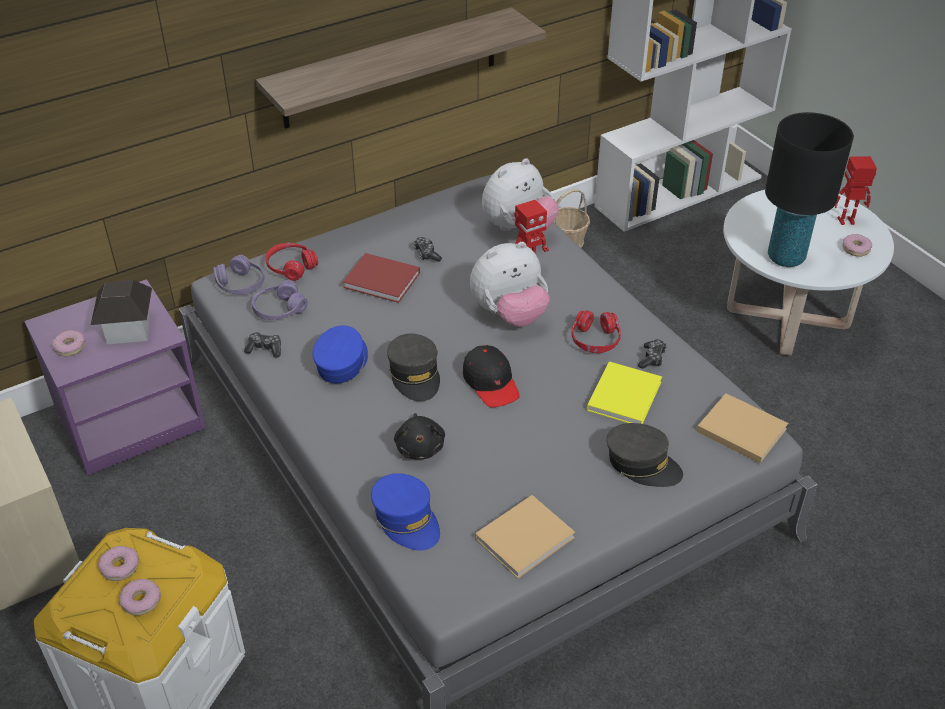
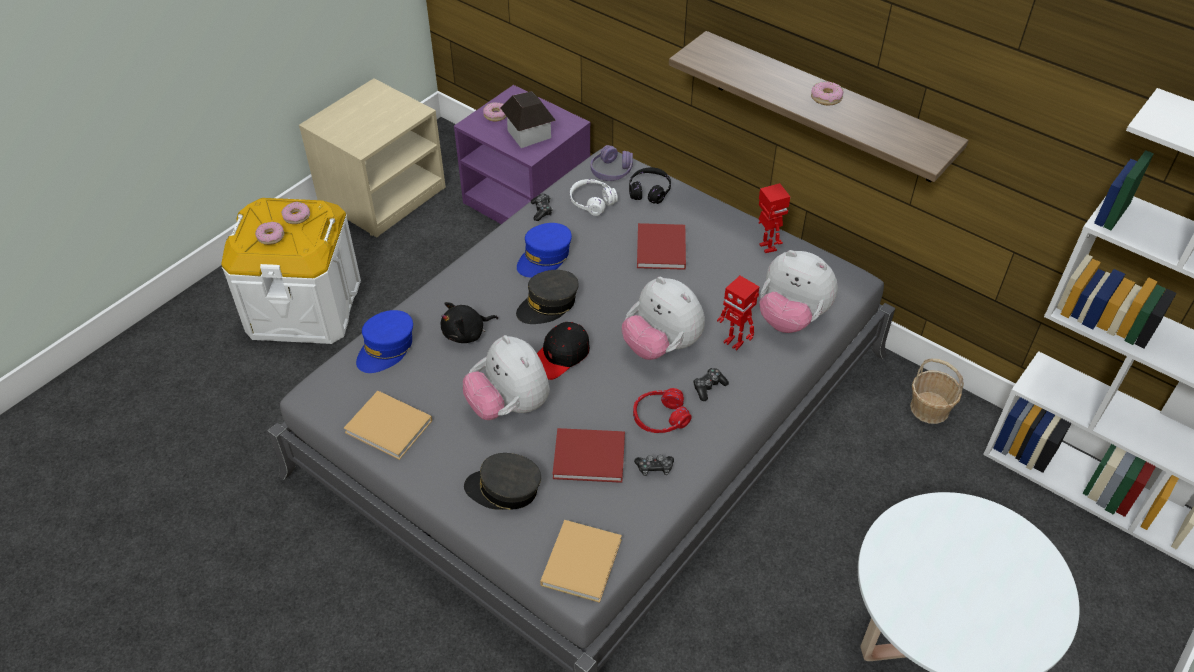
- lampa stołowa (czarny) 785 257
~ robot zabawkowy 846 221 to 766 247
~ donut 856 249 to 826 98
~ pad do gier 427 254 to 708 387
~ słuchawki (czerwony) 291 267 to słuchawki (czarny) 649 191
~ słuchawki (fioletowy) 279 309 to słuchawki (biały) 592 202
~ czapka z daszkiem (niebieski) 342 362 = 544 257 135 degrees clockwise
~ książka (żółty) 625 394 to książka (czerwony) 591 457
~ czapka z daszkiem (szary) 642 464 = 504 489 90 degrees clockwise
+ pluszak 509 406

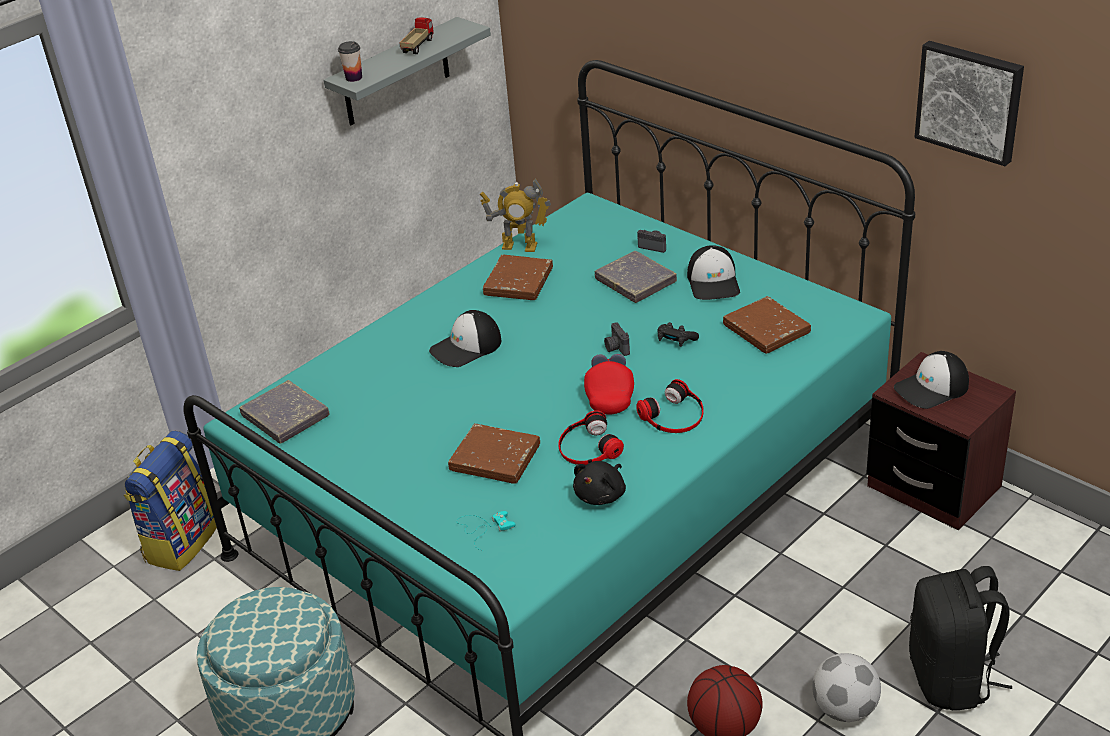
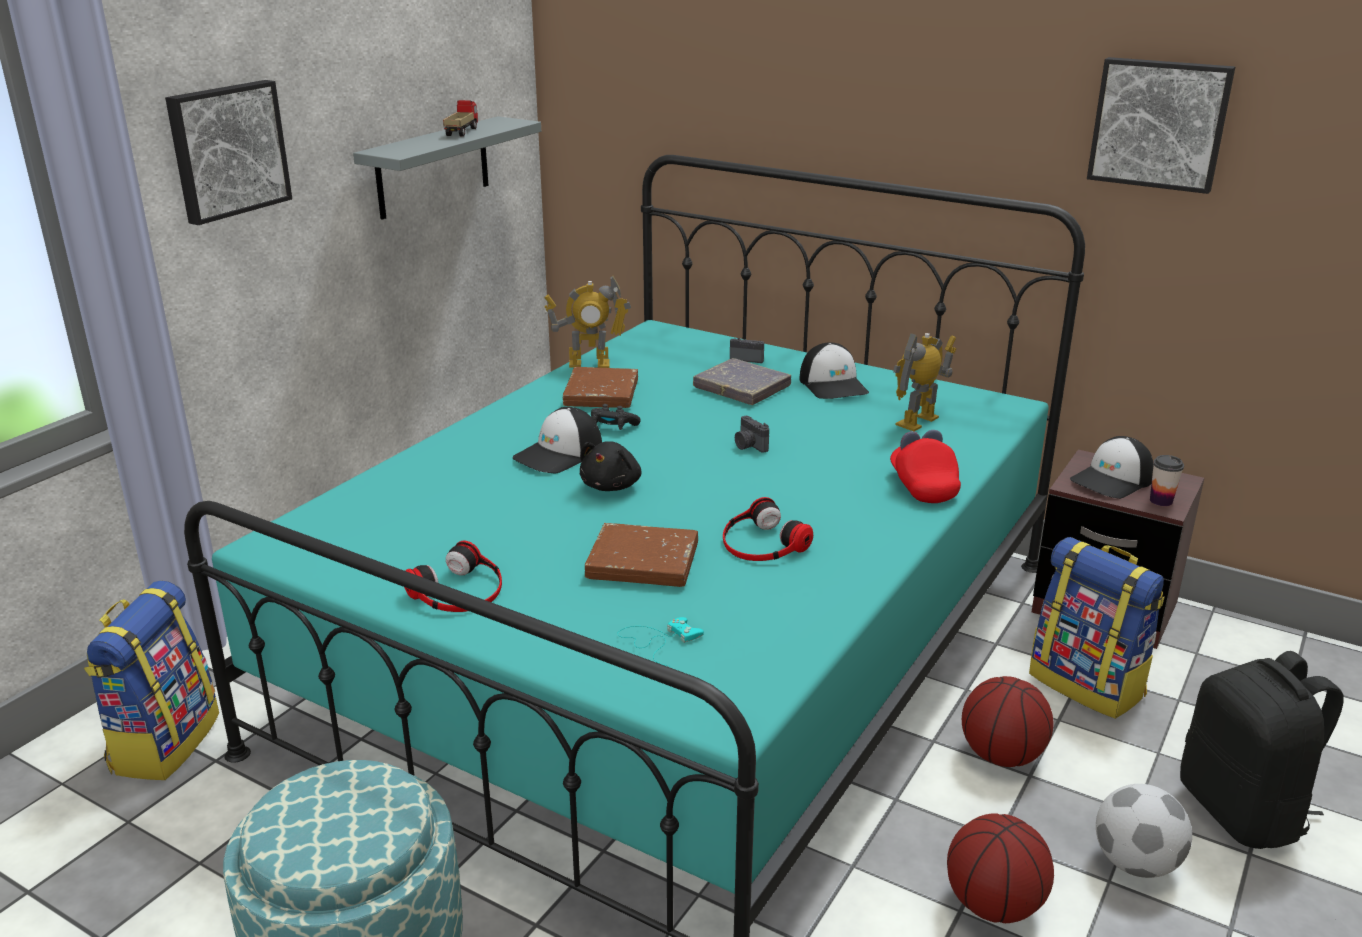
~ filiżanka 354 78 to 1161 501
~ książka (brązowy) 766 330 to robot zabawkowy 918 422
~ pad do gier (czarny) 675 340 to 613 427
~ czapka z daszkiem (czerwony) 609 396 to 923 486
~ słuchawki 674 416 to 459 591
- książka (szary) 285 416
~ pluszak (czarny) 602 495 to 612 485
+ obraz 227 150
+ plecak 1088 685
+ piłka do koszykówki 1001 755

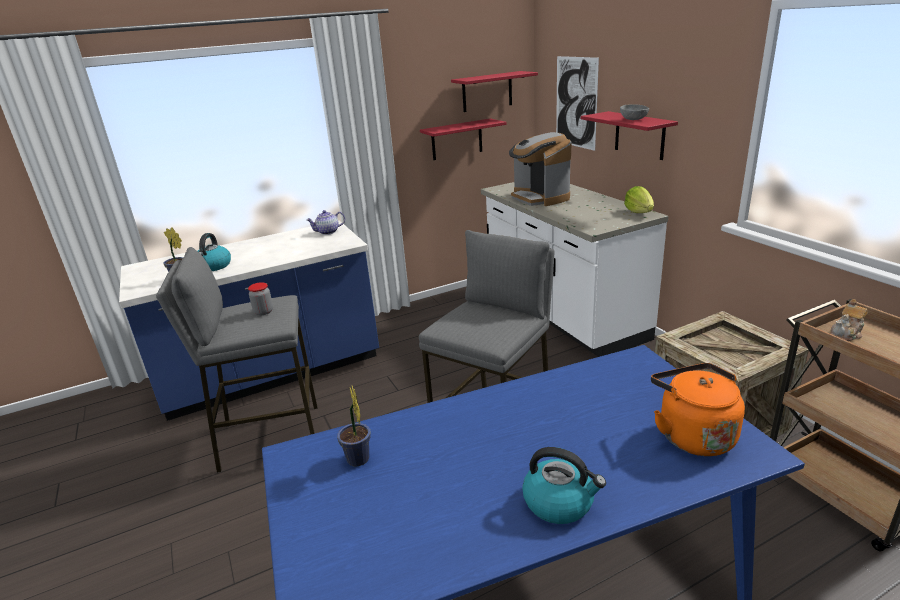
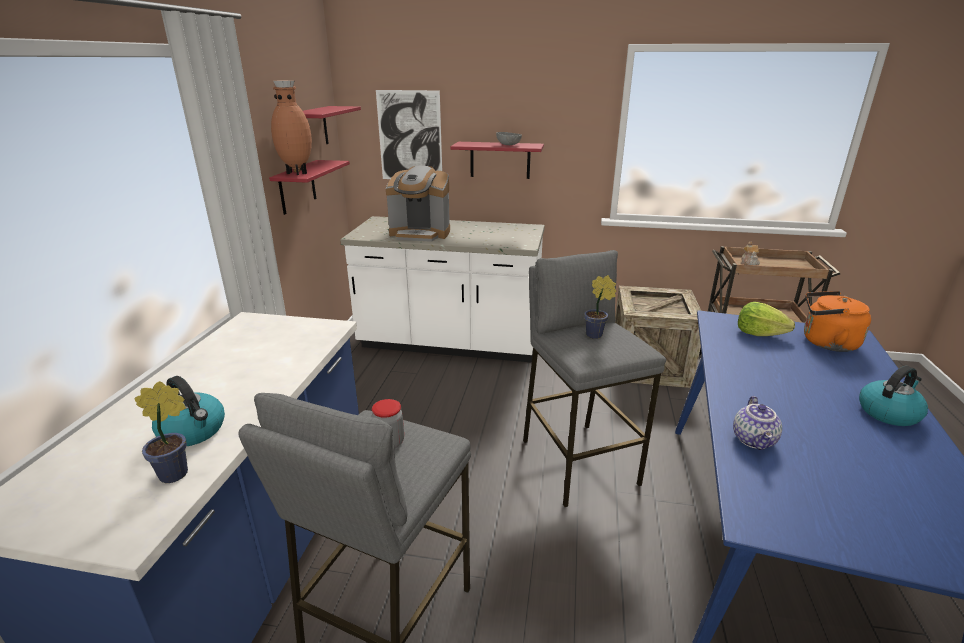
~ sałata 639 212 to 759 333
~ imbryk 328 232 to 754 440
~ roślina doniczkowa 359 461 to 596 335
+ wazon (brązowy) 297 173

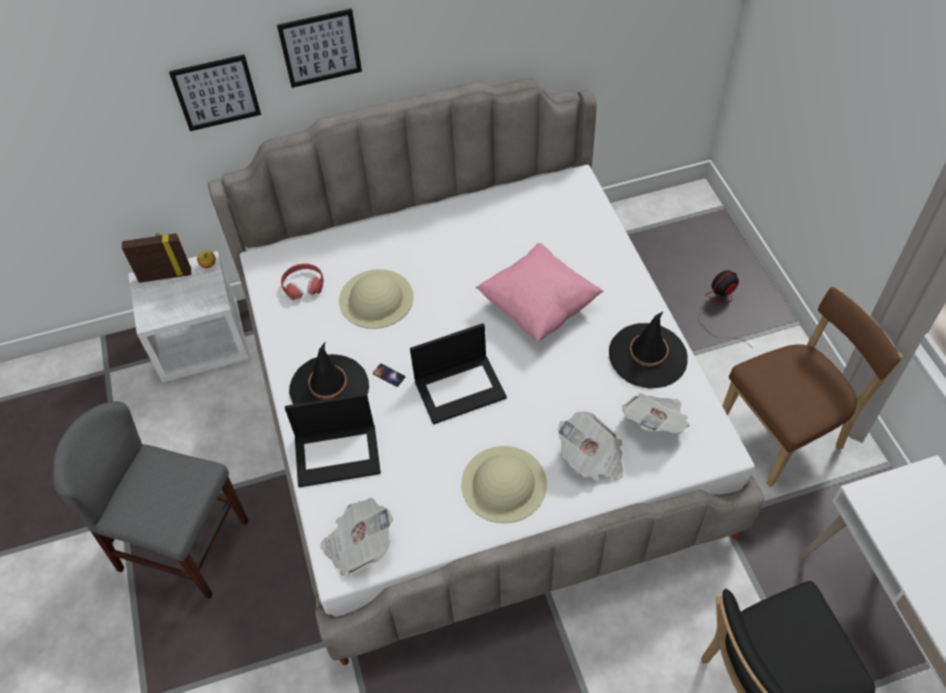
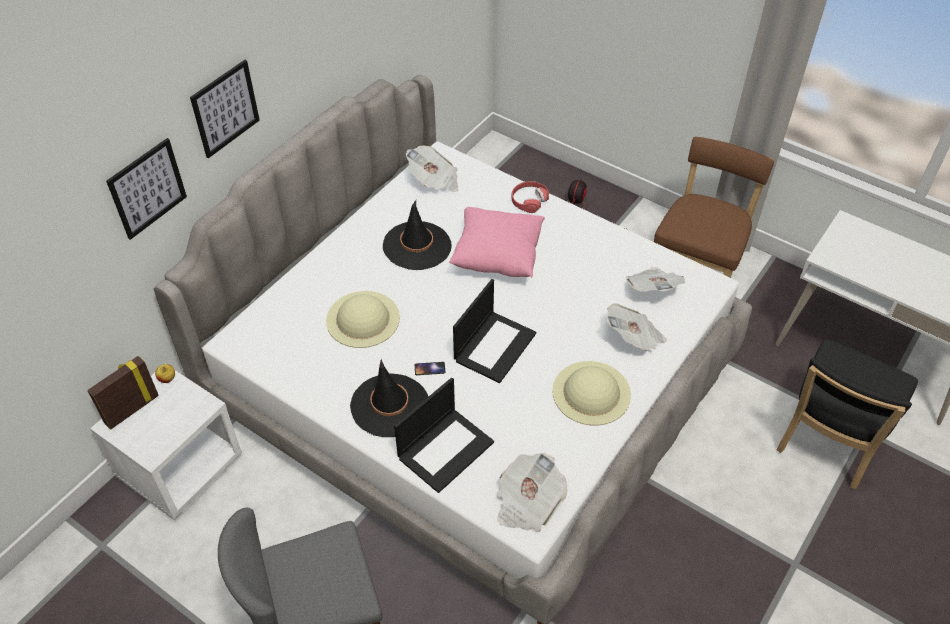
~ słuchawki (czerwony) 303 285 to 529 200
~ kapelusz (czarny) 648 356 to 417 246
+ gazeta 434 181

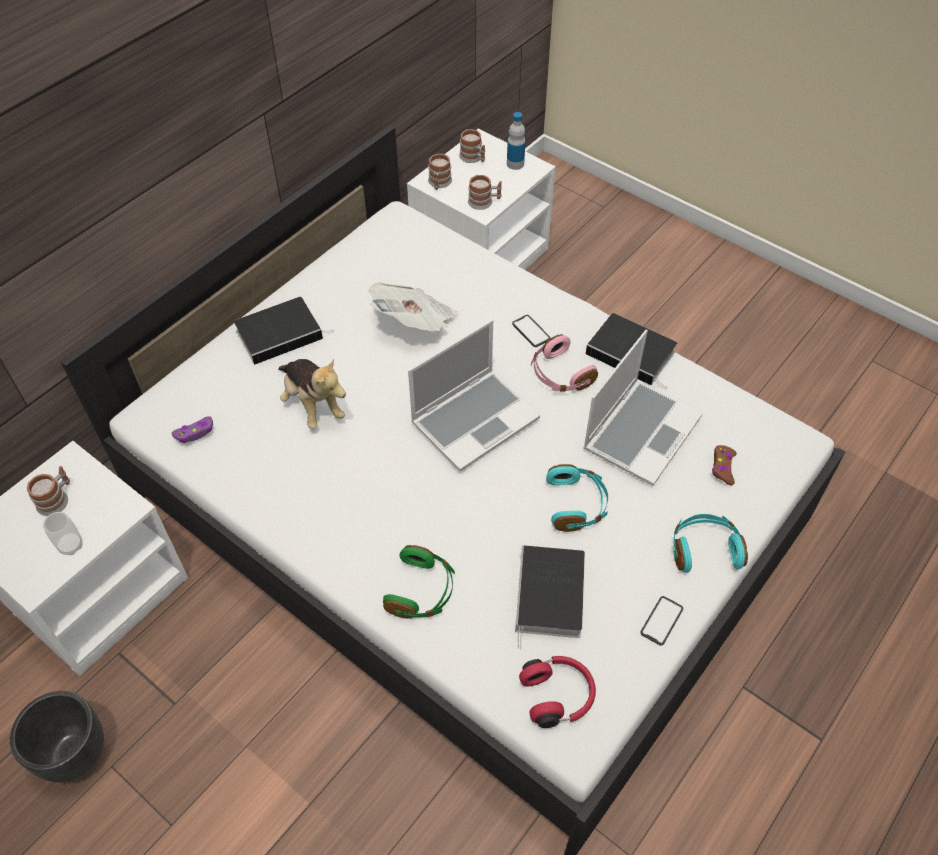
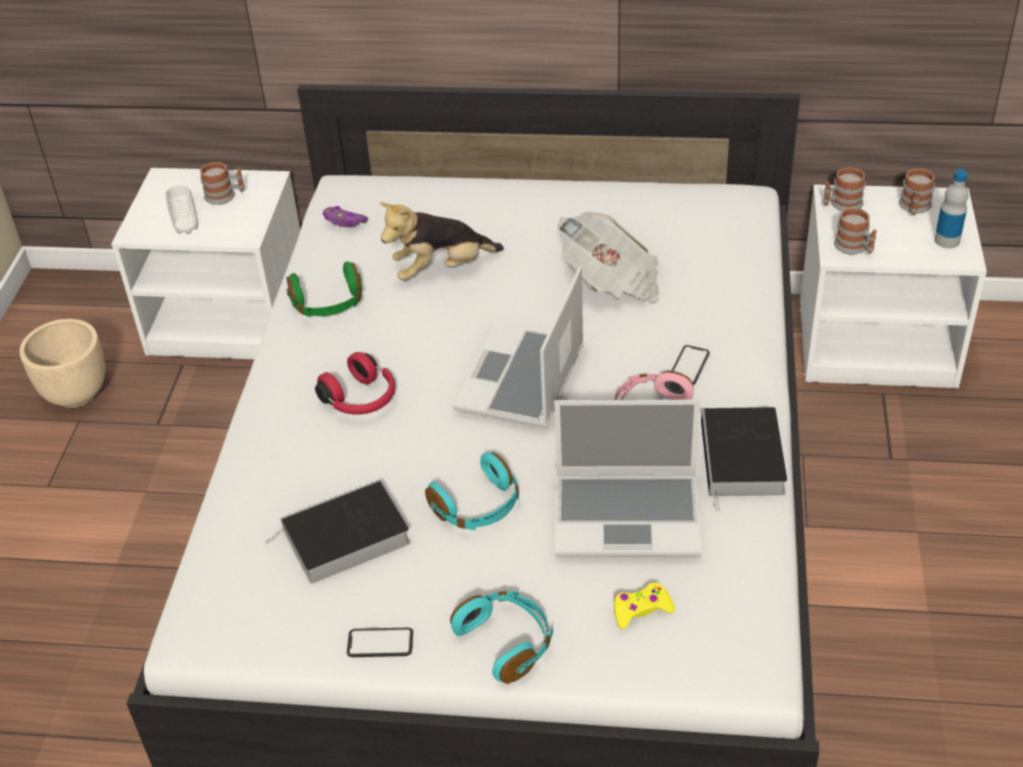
- książka 281 333
~ laptop 475 419 = 522 380 90 degrees clockwise
~ pluszak 312 404 = 441 269 45 degrees clockwise
~ pad do gier (brązowy) 723 467 to pad do gier (żółty) 641 610
~ słuchawki (zielony) 422 591 to 328 304
~ słuchawki (czerwony) 558 695 to 361 399
~ donica (czarny) 74 754 to donica (beżowy) 77 394

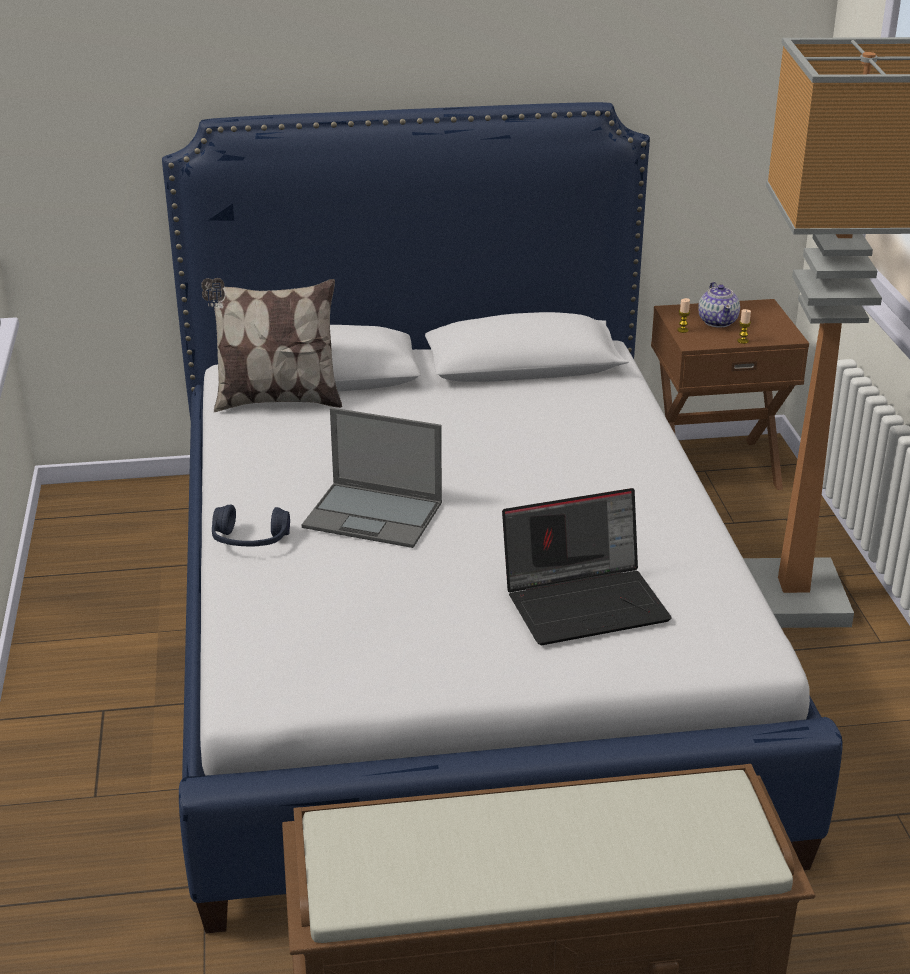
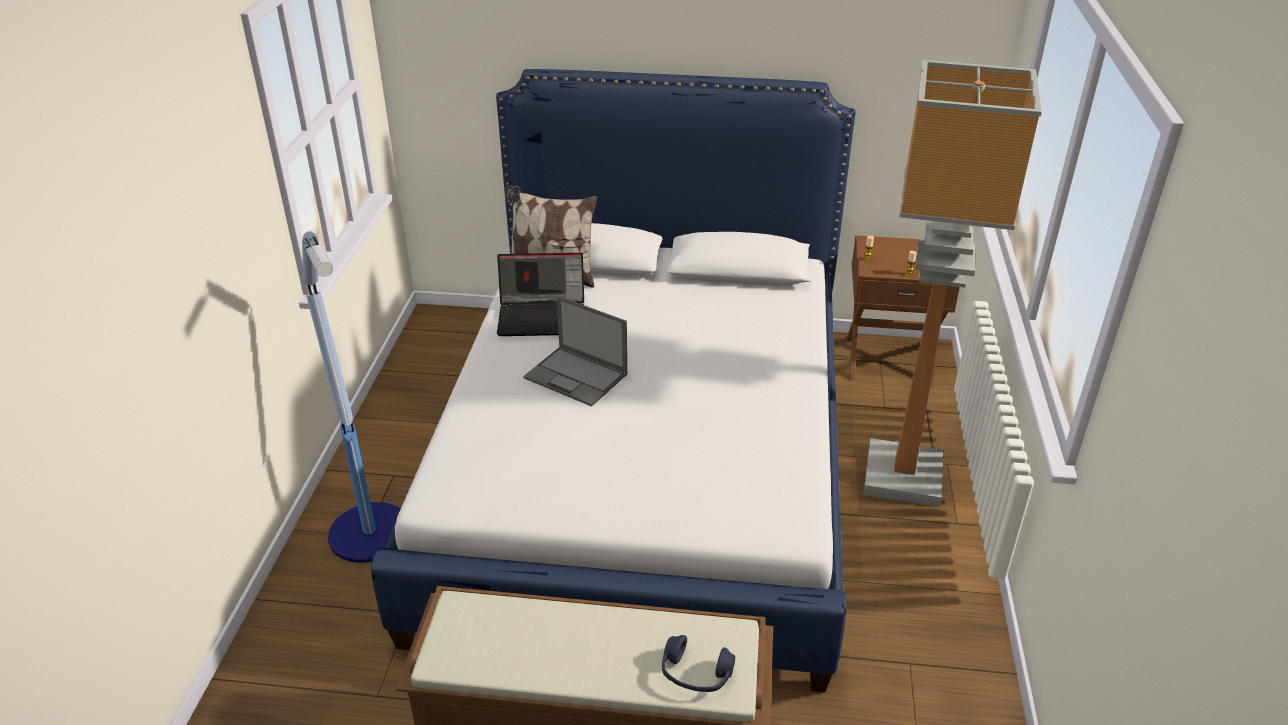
- imbryk 718 321
~ laptop 586 601 to 543 316
~ słuchawki (niebieski) 250 540 to 695 674
+ lampa stojąca 371 534

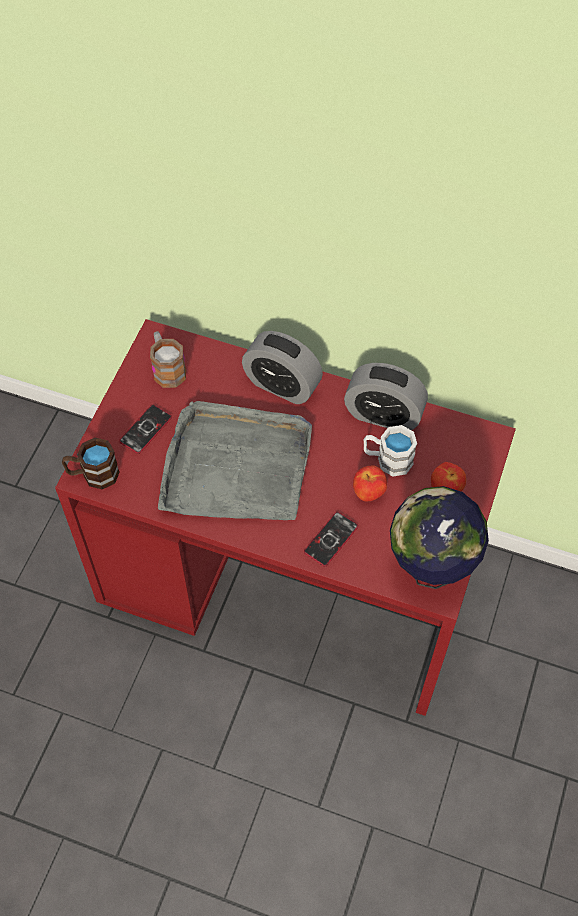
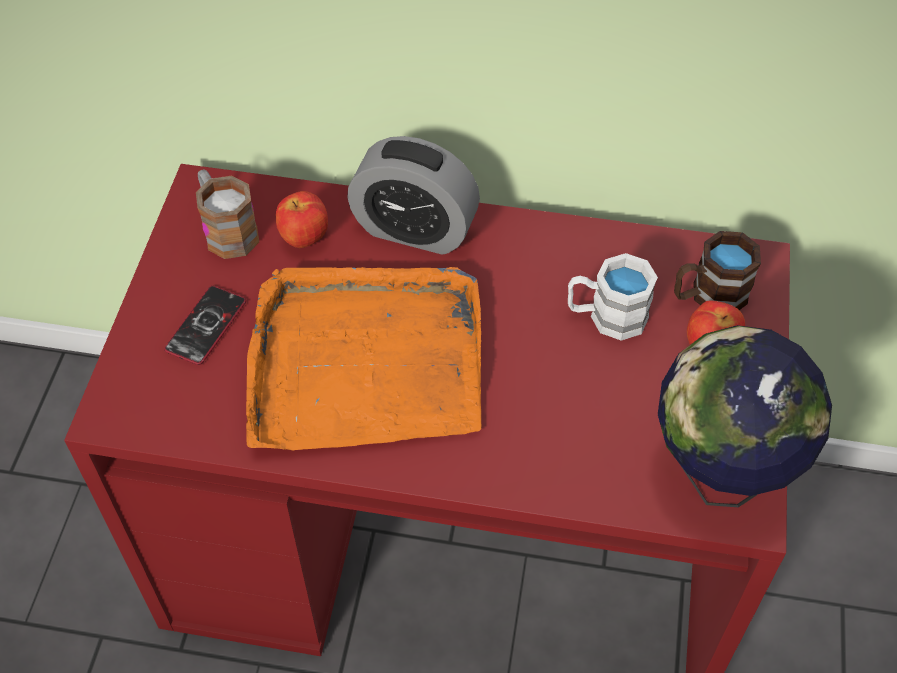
- budzik 383 415
~ taca (szary) 236 466 to taca (pomarańczowy) 365 362
~ kubek (brązowy) 93 474 to 708 296
~ jabłko 368 493 to 305 239
- telefon 331 539

